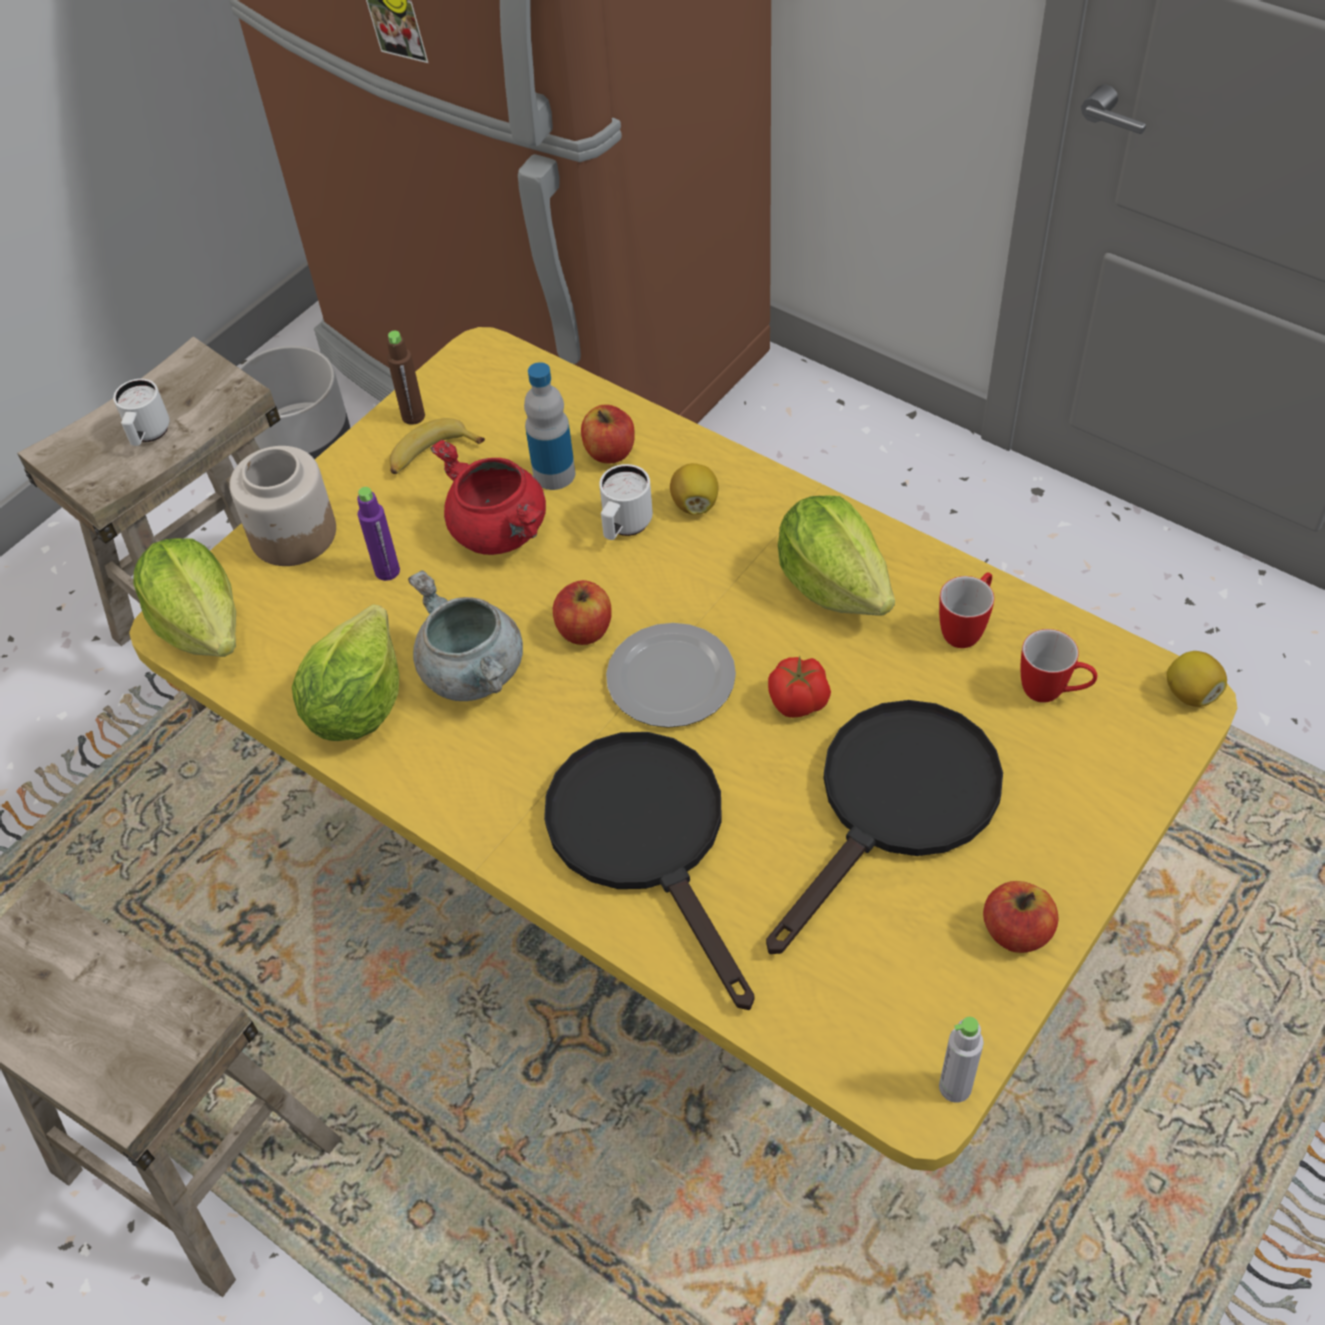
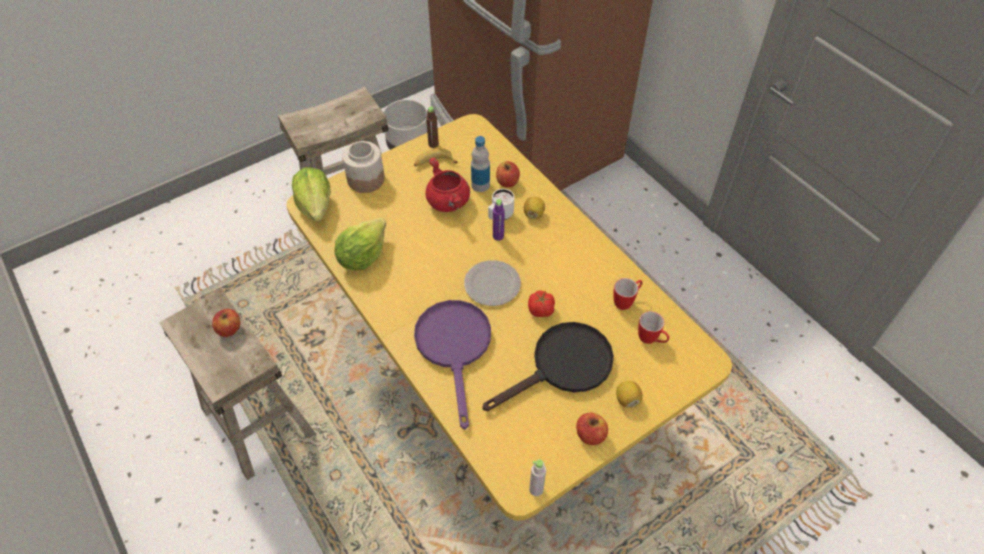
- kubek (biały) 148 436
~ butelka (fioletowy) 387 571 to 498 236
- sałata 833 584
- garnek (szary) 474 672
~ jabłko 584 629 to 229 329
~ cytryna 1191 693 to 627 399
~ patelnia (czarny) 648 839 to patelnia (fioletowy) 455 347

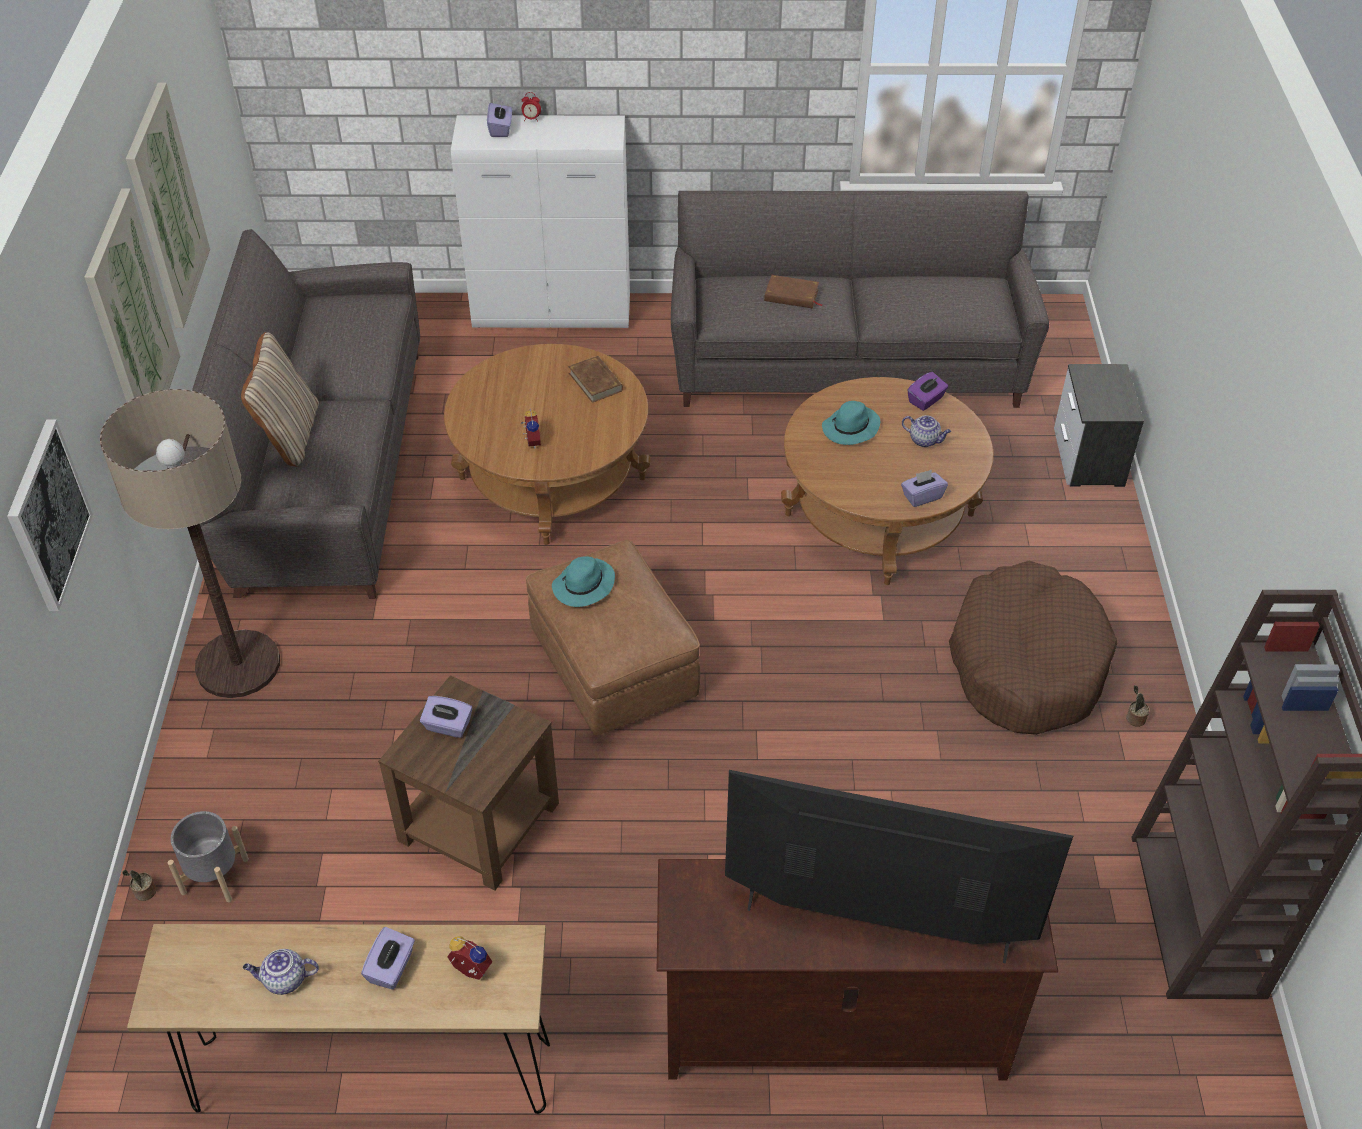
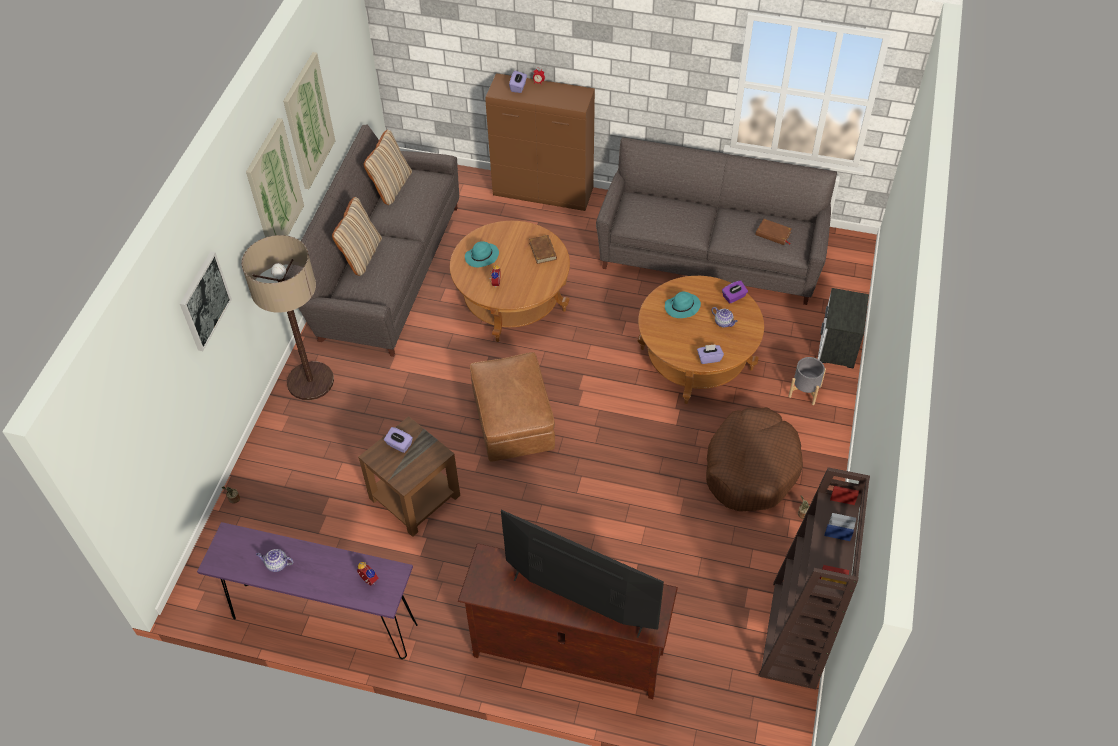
~ szafka (biały) 553 313 to szafka (brązowy) 544 193
~ książka (brązowy) 791 295 to 773 234
~ kapelusz (turkusowy) 583 586 to 481 257
~ donica (szary) 215 875 to 805 391
~ stolik konsolowy (brązowy) 373 1076 to stolik konsolowy (fioletowy) 324 621
- pudełko chusteczek (fioletowy) 391 968
+ poduszka (beżowy) 391 187

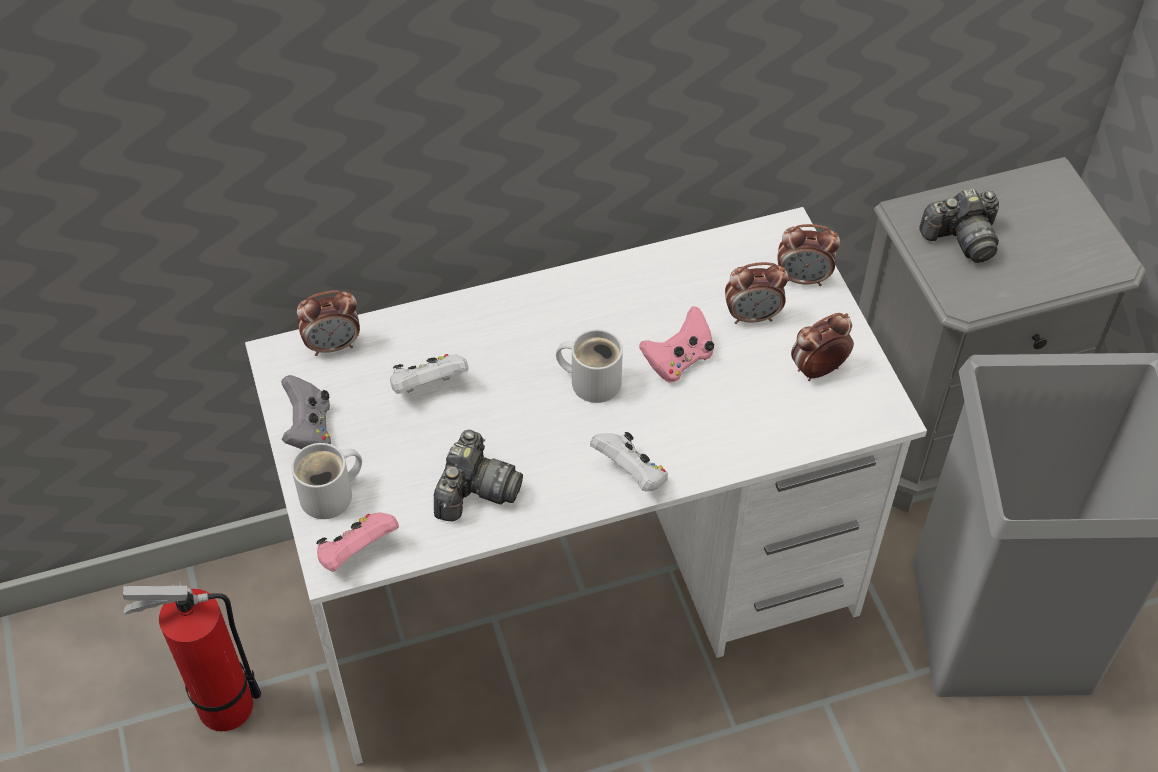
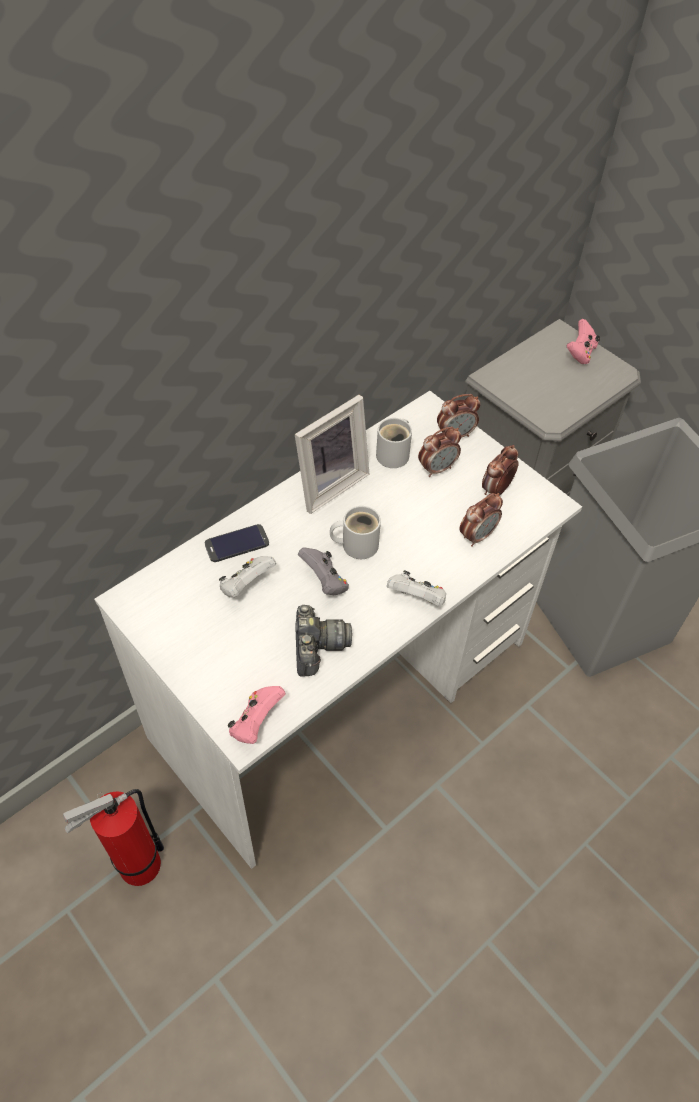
- aparat fotograficzny 962 239
~ budzik 333 345 to 477 536
~ pad do gier (różowy) 678 360 to 580 353
~ pad do gier (szary) 309 429 to 325 581
~ kubek (biały) 332 495 to 395 454
+ ramka na zdjęcie 328 484
+ telefon 236 543

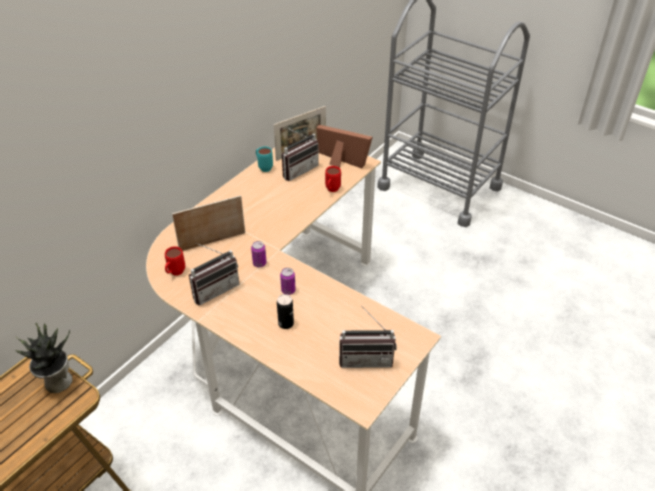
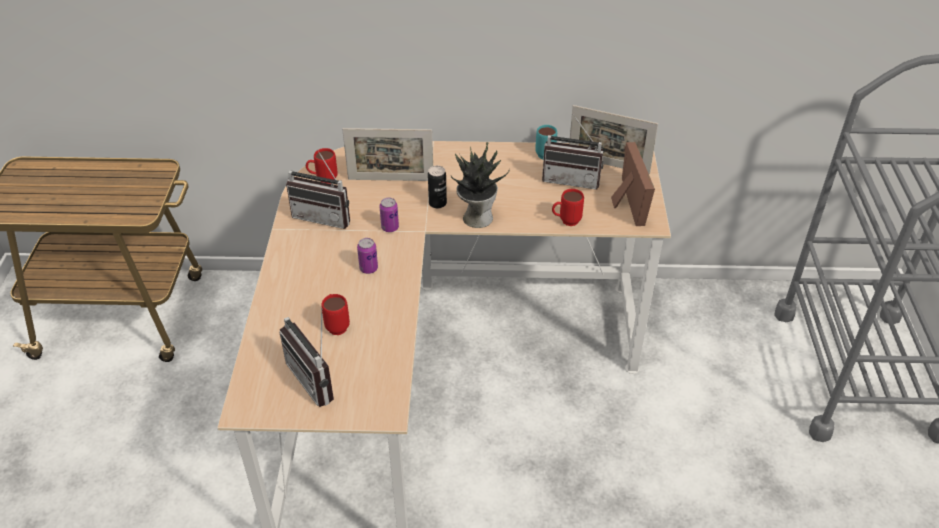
~ ramka na zdjęcie 212 242 = 390 180 150 degrees clockwise
~ puszka 286 323 to 437 203
~ roślina doniczkowa 57 382 to 476 217
+ kubek (czerwony) 336 325

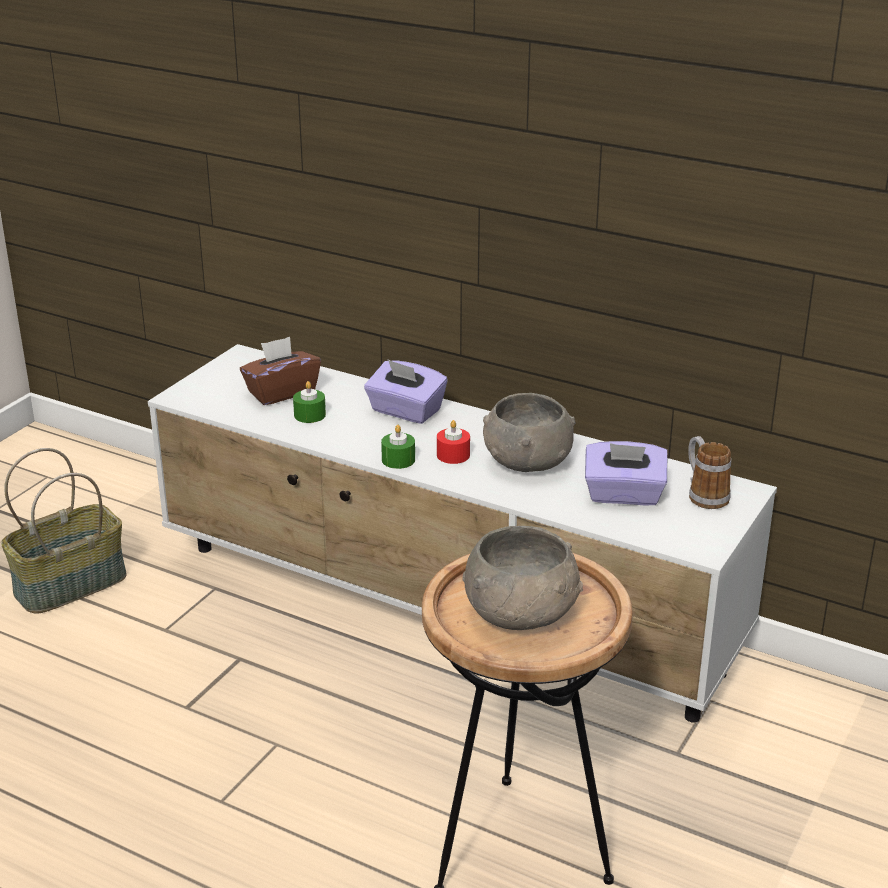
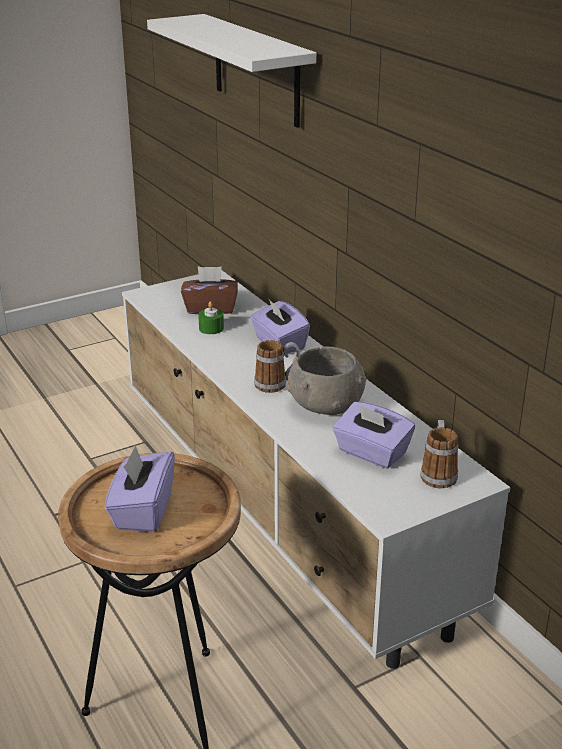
~ świeca (czerwony) 453 455 to kubek 277 384
- świeca (zielony) 398 460
- koszyk 70 584
~ miska (szary) 522 614 to pudełko chusteczek (fioletowy) 142 510
+ półka (biały) 256 70

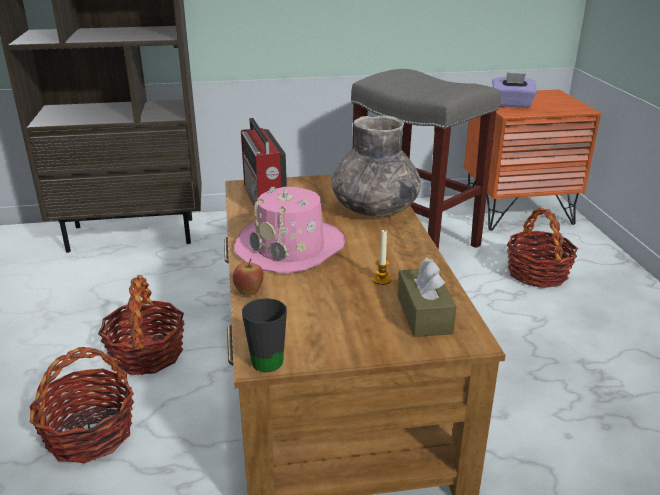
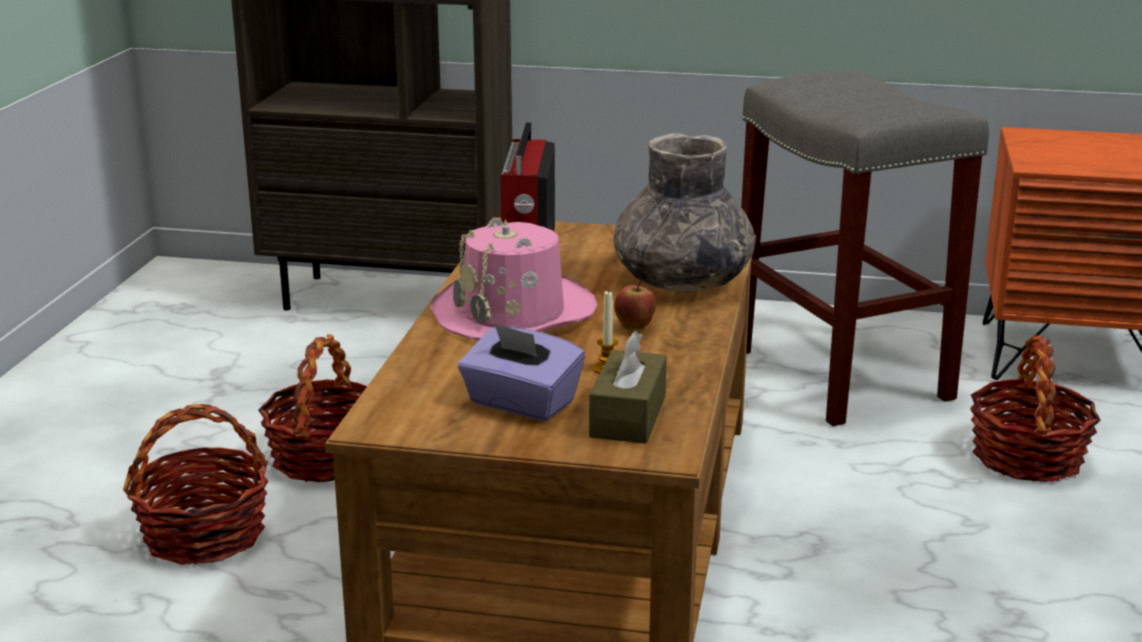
~ pudełko chusteczek (fioletowy) 511 104 to 521 404
~ jabłko 249 292 to 634 328
- kubek (czarny) 263 357

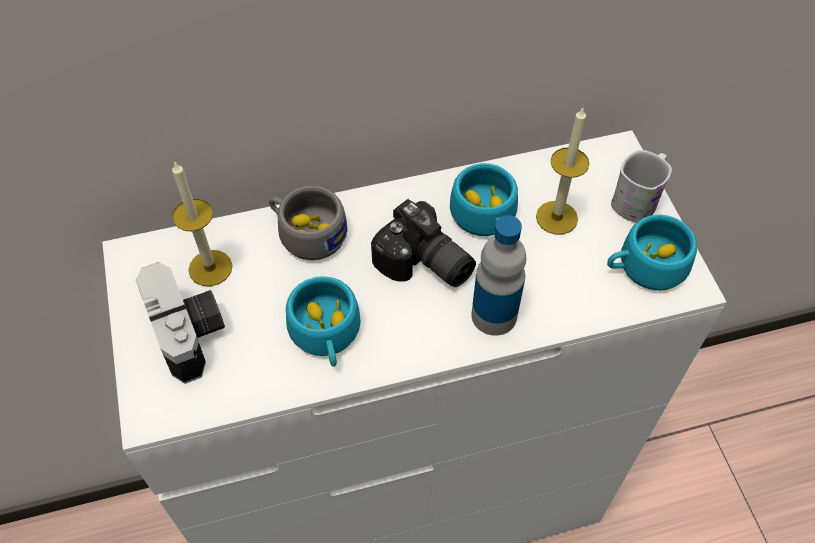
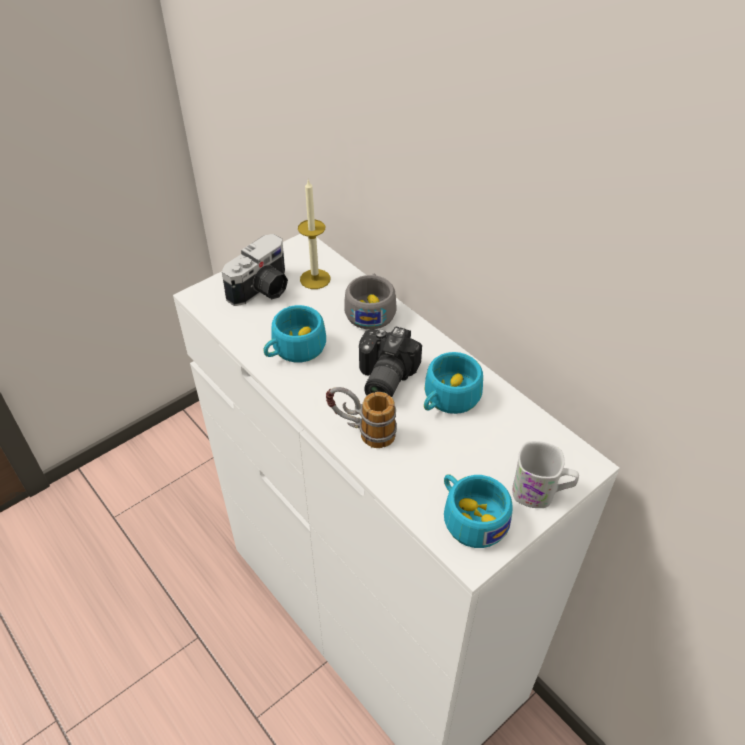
- świeca 556 217
~ butelka 494 315 to kubek 361 432

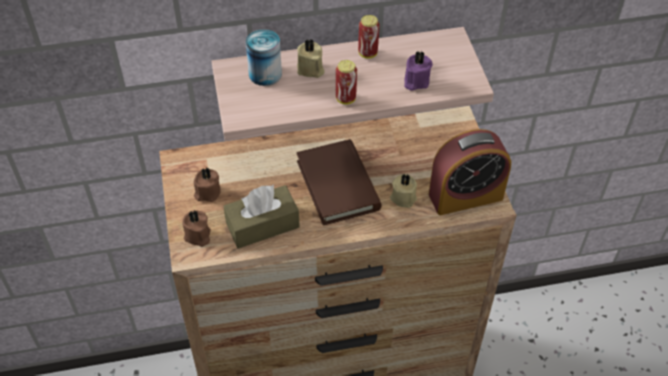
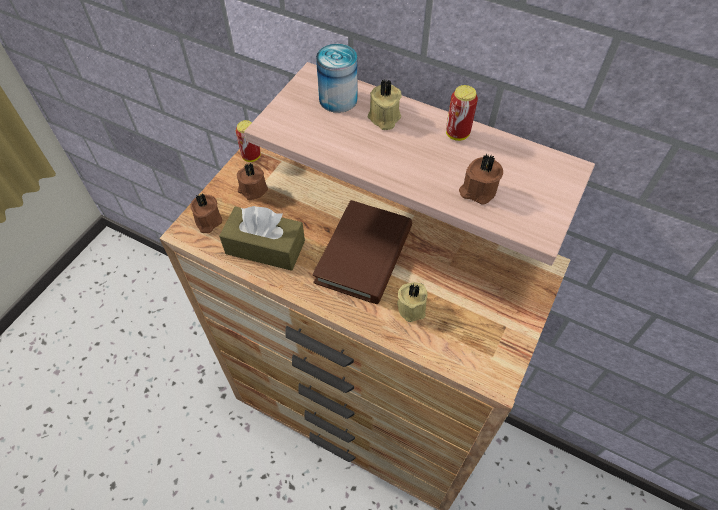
~ świeca (fioletowy) 415 81 to świeca (brązowy) 477 190
~ puszka 345 99 to 251 156
- budzik 465 196

